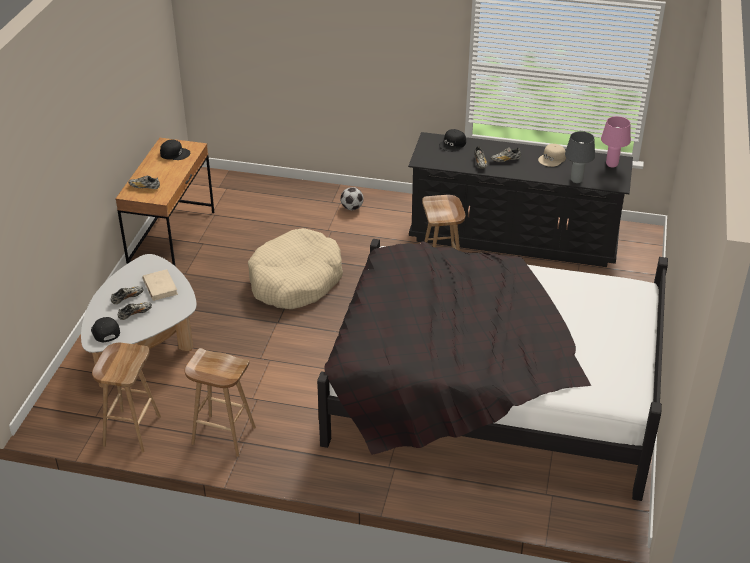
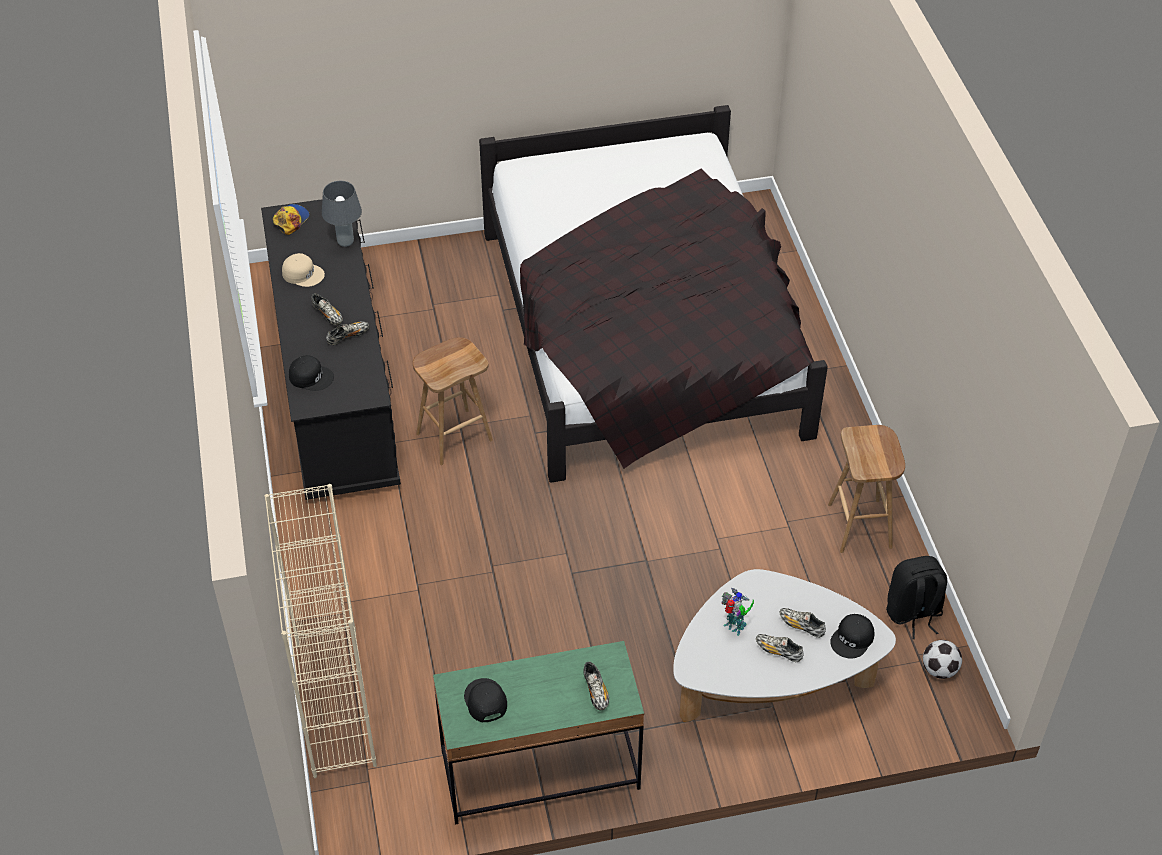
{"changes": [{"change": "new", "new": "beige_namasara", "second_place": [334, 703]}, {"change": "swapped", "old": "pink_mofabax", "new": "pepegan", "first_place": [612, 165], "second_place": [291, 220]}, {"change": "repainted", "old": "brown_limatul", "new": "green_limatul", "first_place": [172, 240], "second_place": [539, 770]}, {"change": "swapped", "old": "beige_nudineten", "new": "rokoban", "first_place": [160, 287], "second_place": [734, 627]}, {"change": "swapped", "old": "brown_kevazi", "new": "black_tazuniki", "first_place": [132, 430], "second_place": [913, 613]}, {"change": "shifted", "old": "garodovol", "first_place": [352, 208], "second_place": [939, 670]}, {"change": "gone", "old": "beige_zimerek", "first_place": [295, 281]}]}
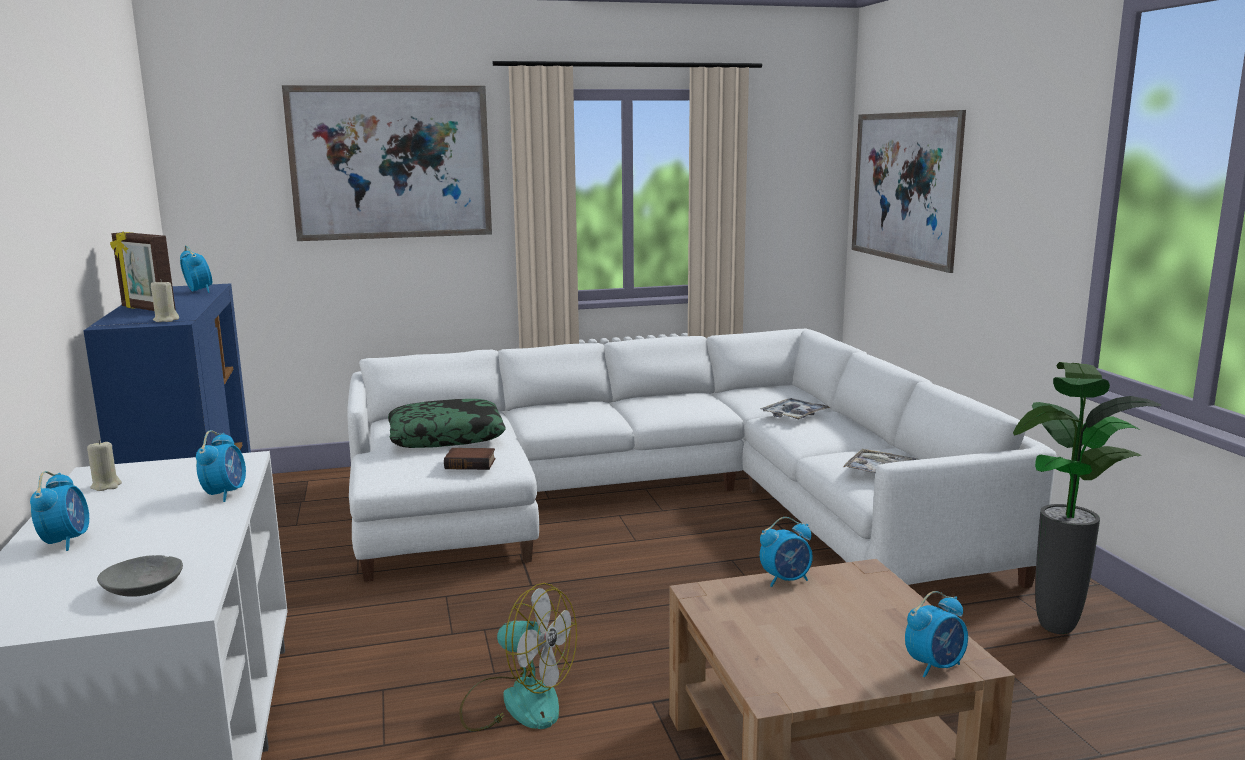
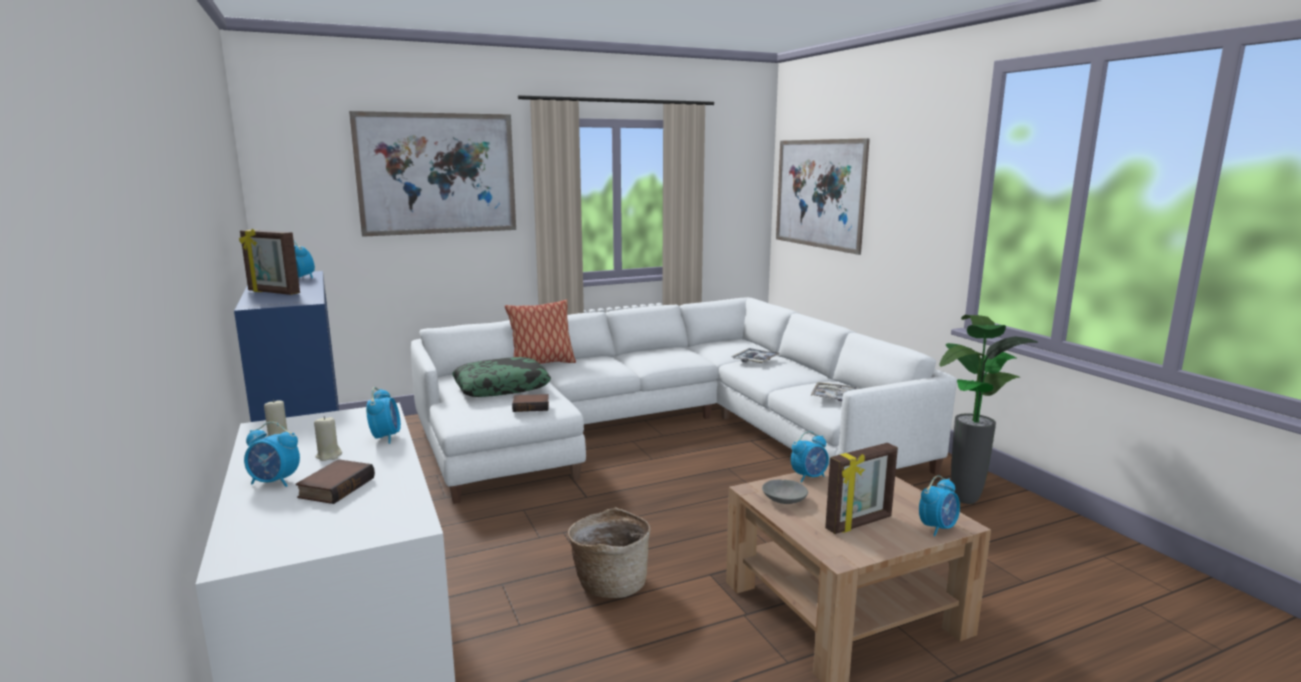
{"changes": [{"change": "rotated", "old": "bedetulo", "first_place": [66, 541], "second_place": [275, 482], "degrees": 120}, {"change": "new", "new": "nudineten", "second_place": [336, 487]}, {"change": "shifted", "old": "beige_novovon", "first_place": [166, 320], "second_place": [329, 455]}, {"change": "new", "new": "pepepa", "second_place": [542, 364]}, {"change": "swapped", "old": "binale", "new": "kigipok", "first_place": [517, 701], "second_place": [610, 583]}, {"change": "shifted", "old": "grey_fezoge", "first_place": [144, 588], "second_place": [784, 499]}, {"change": "new", "new": "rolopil", "second_place": [859, 524]}]}
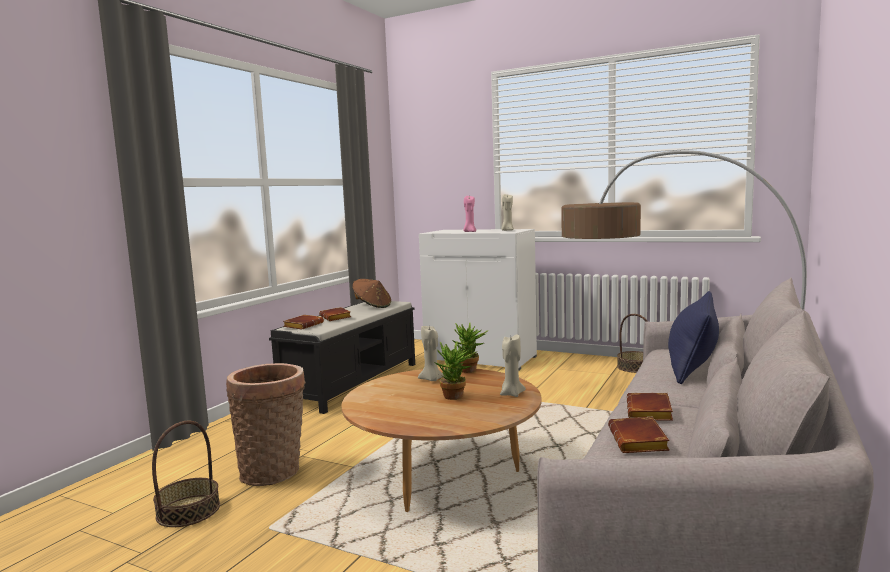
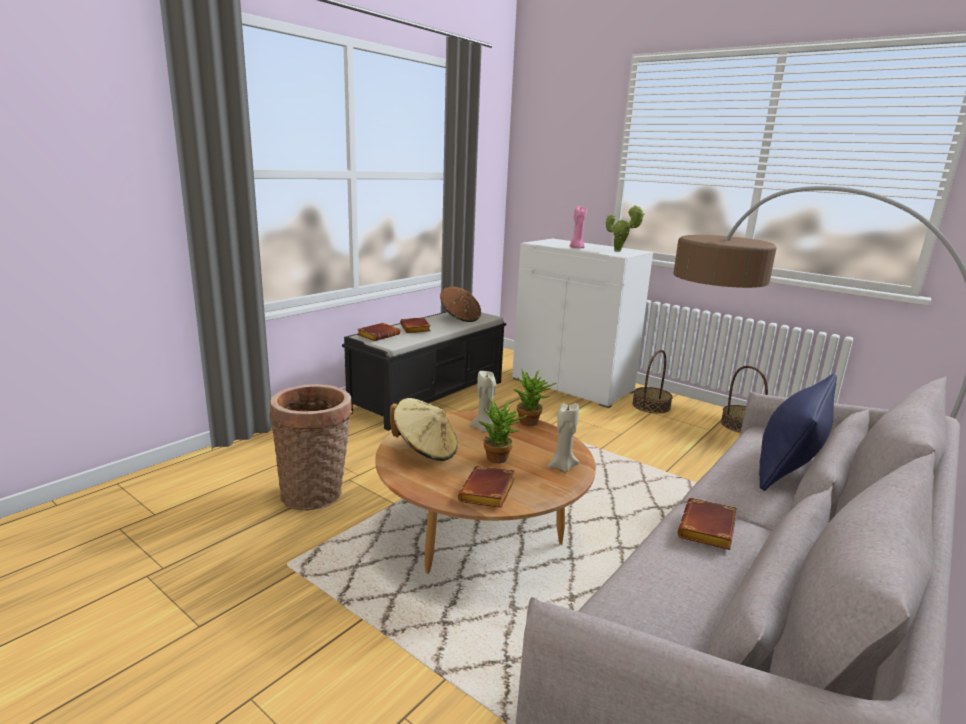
{"changes": [{"change": "new", "new": "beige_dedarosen", "second_place": [425, 450]}, {"change": "shifted", "old": "brown_nudineten", "first_place": [640, 442], "second_place": [488, 493]}, {"change": "swapped", "old": "beige_novovon", "new": "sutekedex", "first_place": [507, 230], "second_place": [619, 251]}, {"change": "shifted", "old": "kigipok", "first_place": [188, 511], "second_place": [651, 406]}]}
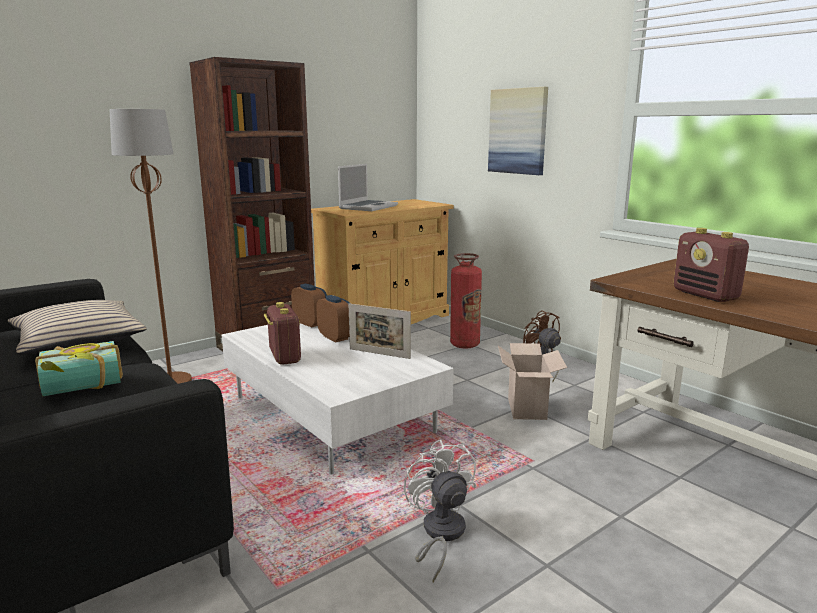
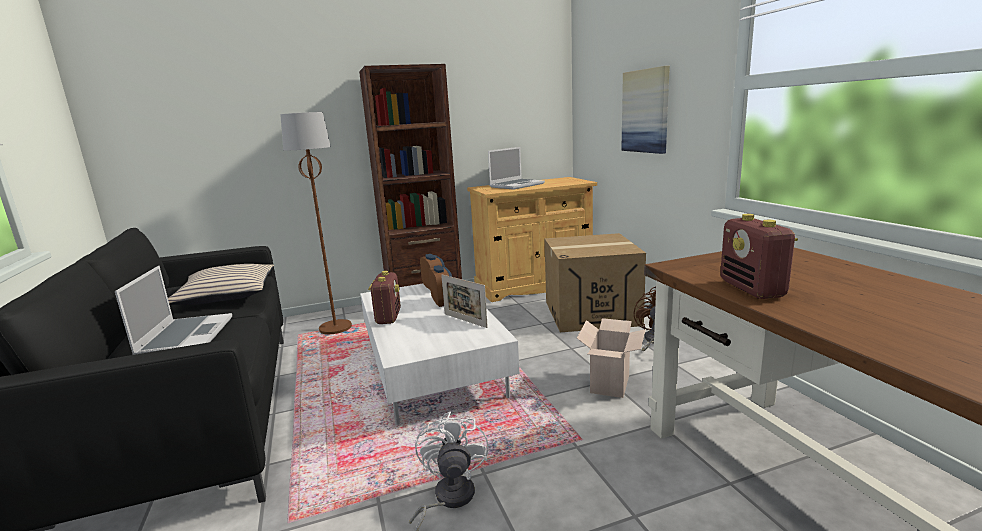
{"changes": [{"change": "swapped", "old": "nudineten", "new": "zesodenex", "first_place": [82, 389], "second_place": [185, 336]}, {"change": "swapped", "old": "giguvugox", "new": "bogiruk", "first_place": [464, 344], "second_place": [591, 313]}]}
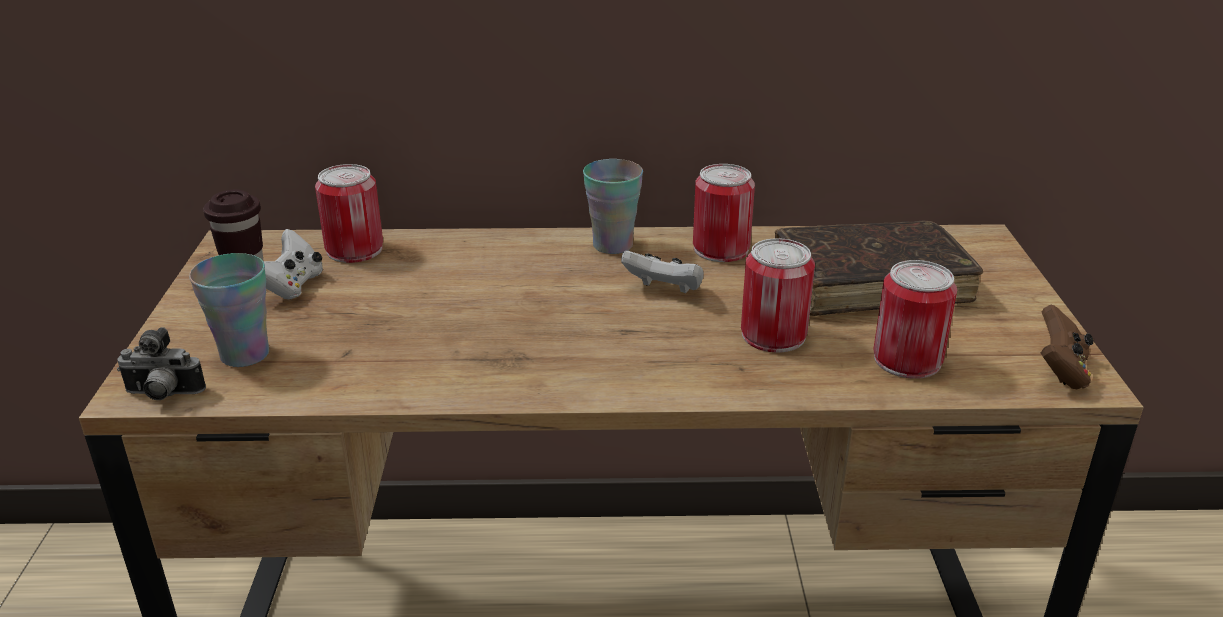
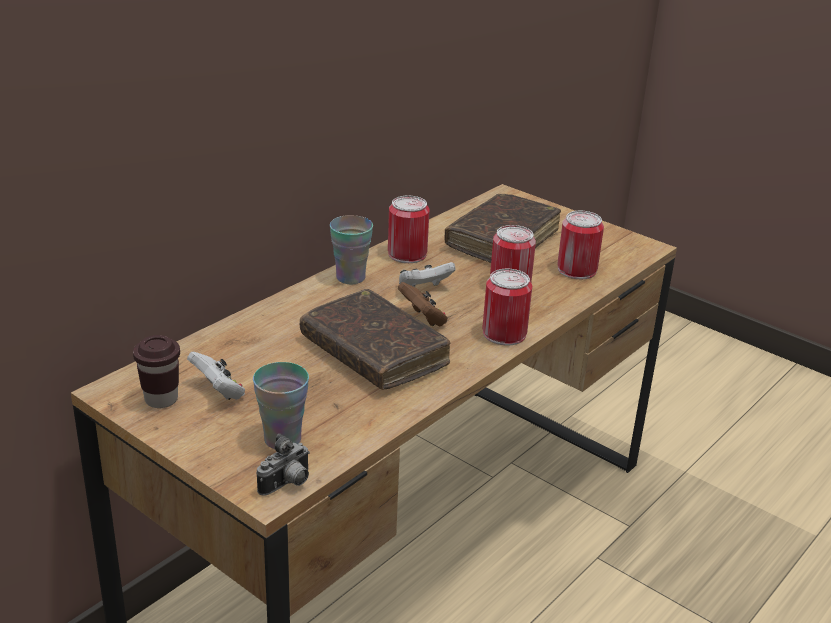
{"changes": [{"change": "new", "new": "brown_nudineten", "second_place": [374, 352]}, {"change": "shifted", "old": "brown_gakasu", "first_place": [1060, 371], "second_place": [423, 319]}, {"change": "shifted", "old": "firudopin", "first_place": [354, 249], "second_place": [504, 333]}]}
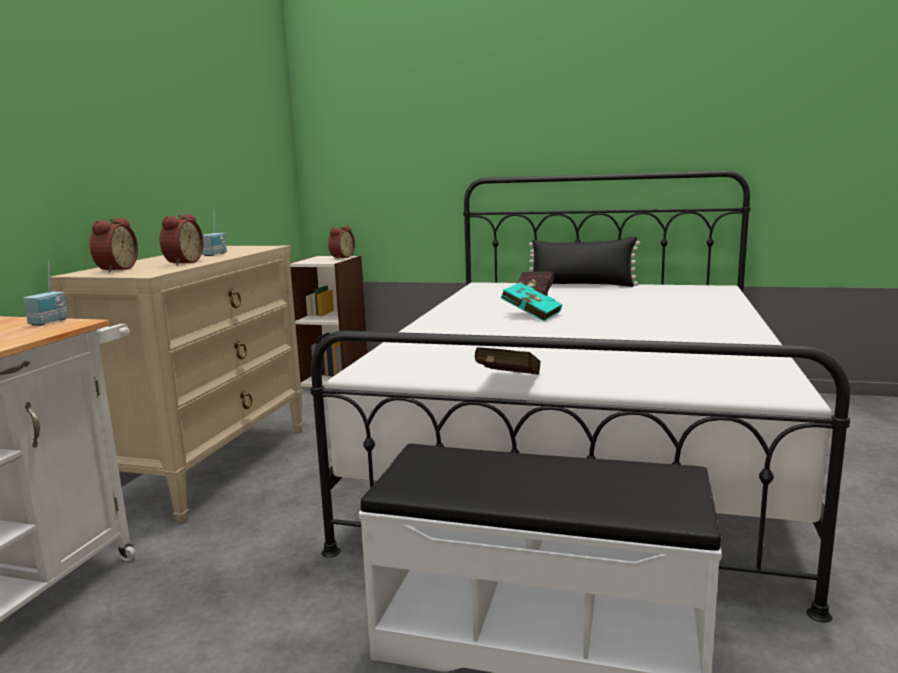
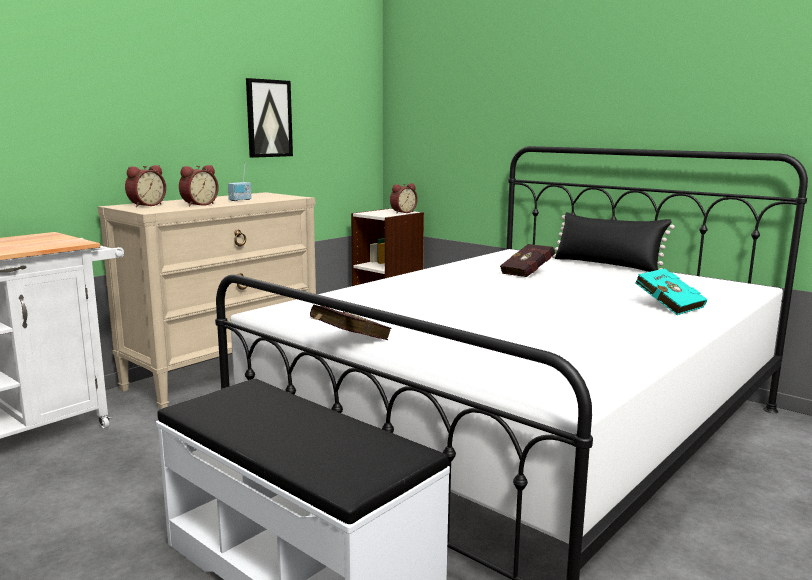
{"changes": [{"change": "new", "new": "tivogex", "second_place": [268, 118]}, {"change": "shifted", "old": "turquoise_nudineten", "first_place": [529, 315], "second_place": [667, 306]}, {"change": "gone", "old": "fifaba", "first_place": [50, 322]}]}
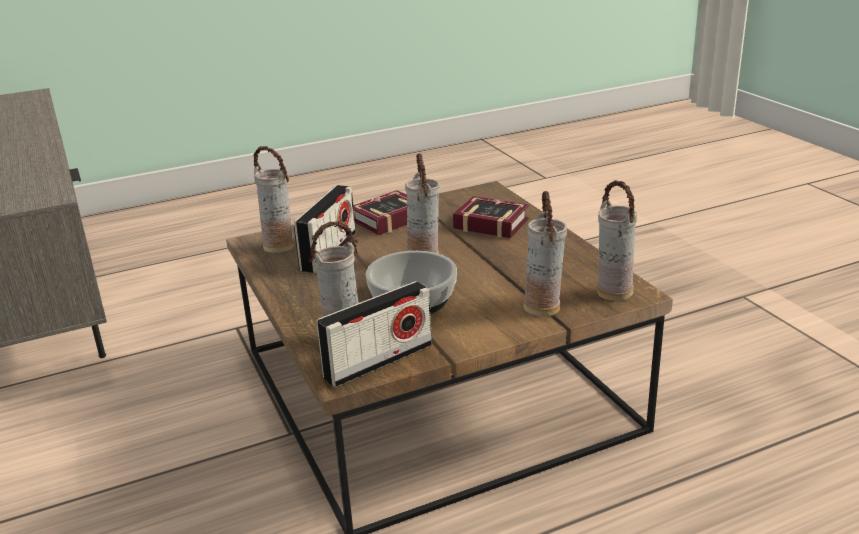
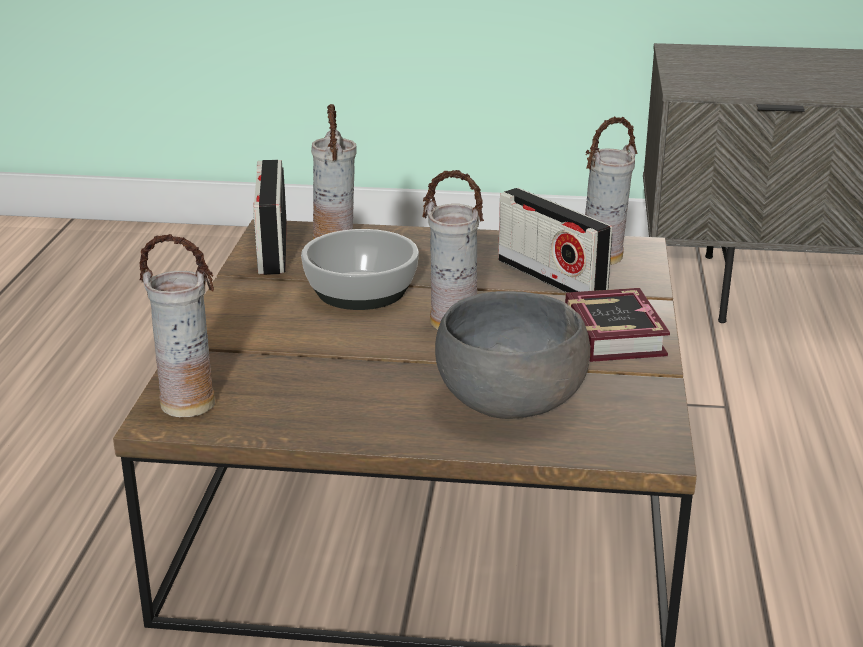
{"changes": [{"change": "swapped", "old": "nudineten", "new": "grey_fezoge", "first_place": [489, 223], "second_place": [511, 401]}, {"change": "gone", "old": "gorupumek", "first_place": [543, 308]}]}
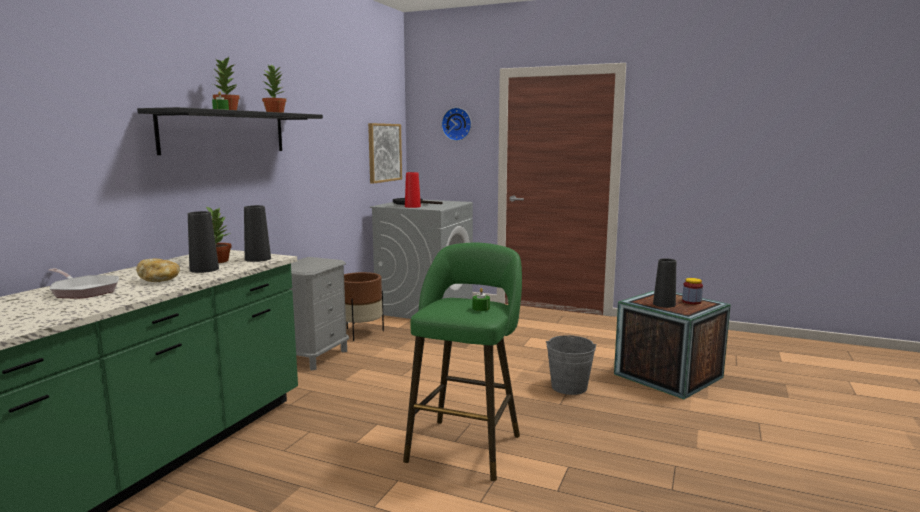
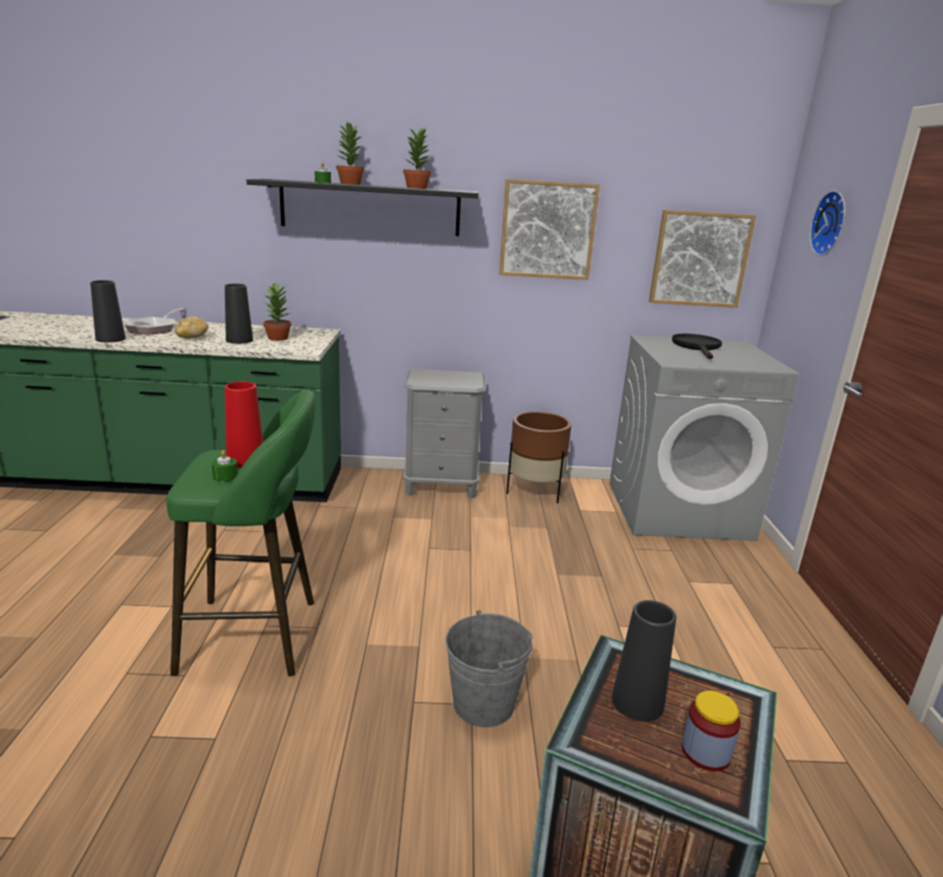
{"changes": [{"change": "shifted", "old": "black_gorupumek", "first_place": [258, 259], "second_place": [110, 339]}, {"change": "shifted", "old": "red_gorupumek", "first_place": [412, 206], "second_place": [246, 460]}, {"change": "new", "new": "tivogex", "second_place": [547, 230]}]}
